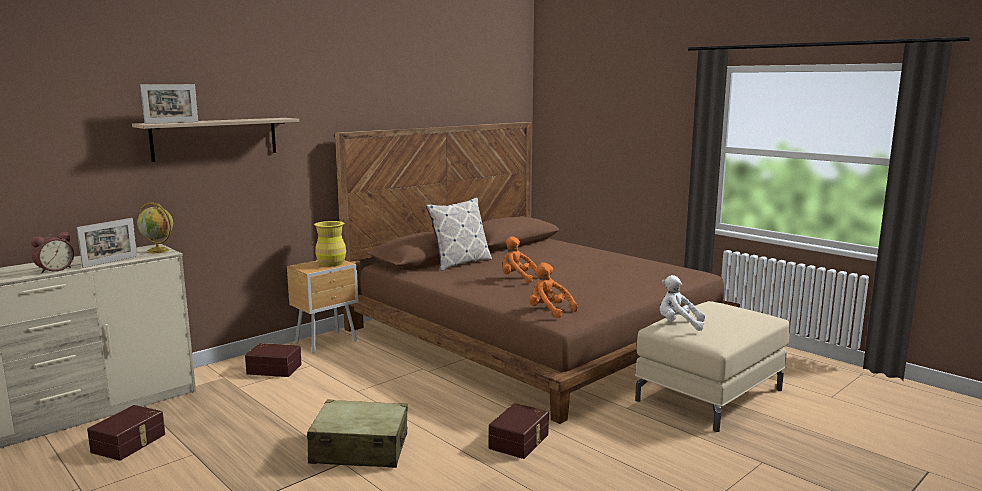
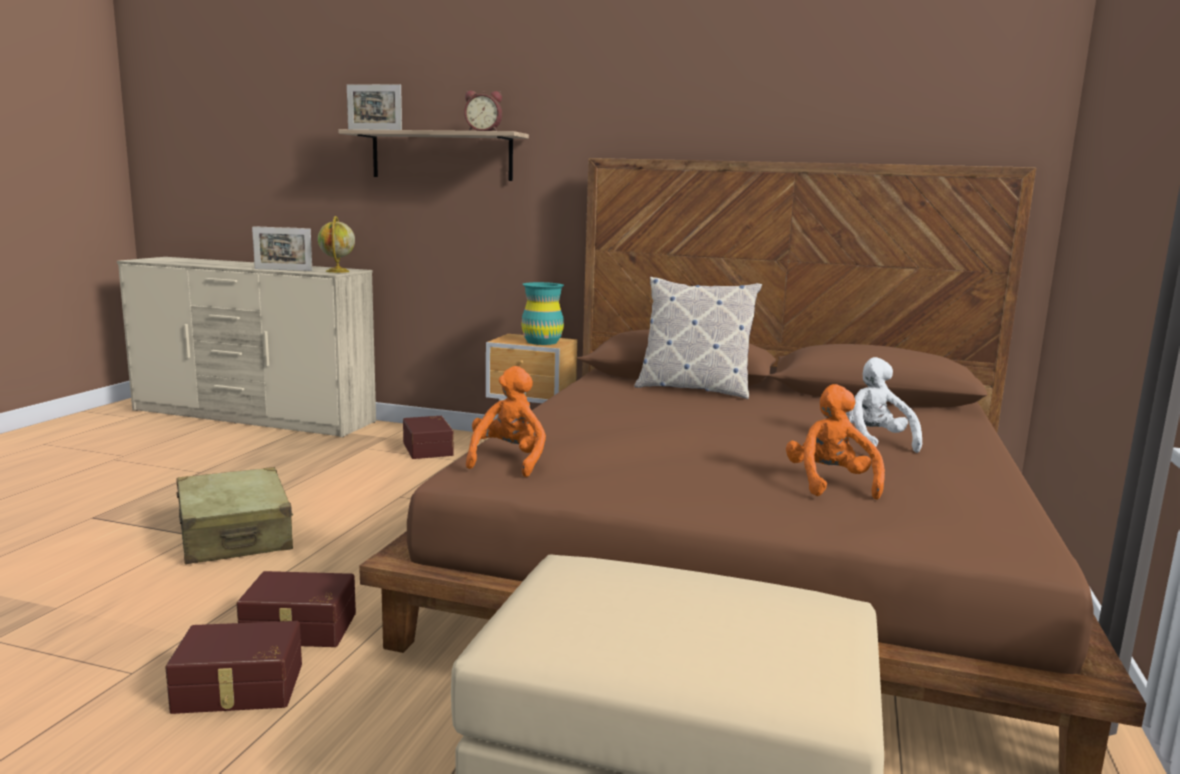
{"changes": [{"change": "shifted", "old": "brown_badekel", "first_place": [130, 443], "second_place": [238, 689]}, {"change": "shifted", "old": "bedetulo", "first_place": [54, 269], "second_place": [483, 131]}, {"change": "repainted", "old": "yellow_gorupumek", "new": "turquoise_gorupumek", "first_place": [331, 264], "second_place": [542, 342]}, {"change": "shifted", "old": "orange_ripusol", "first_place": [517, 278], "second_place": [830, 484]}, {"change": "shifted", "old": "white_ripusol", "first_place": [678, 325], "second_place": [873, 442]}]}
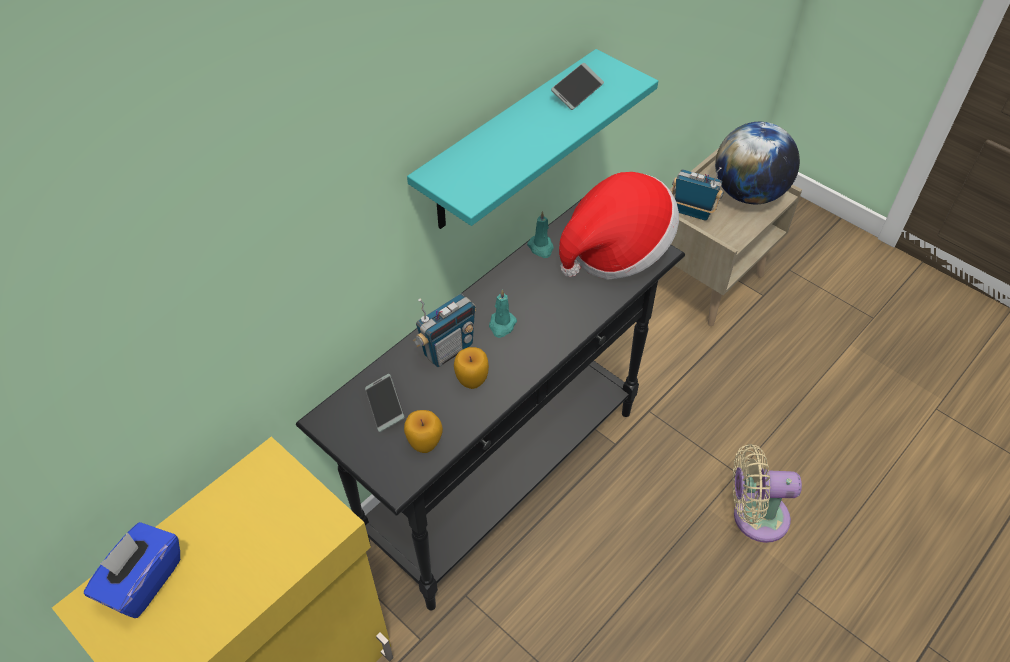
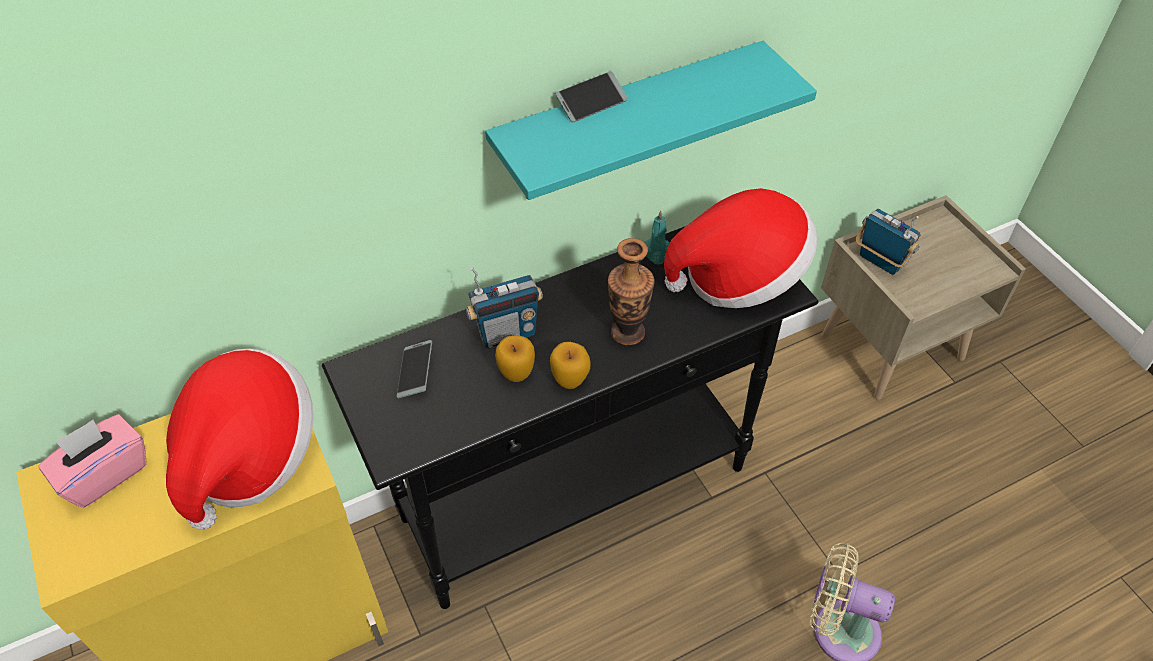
{"changes": [{"change": "repainted", "old": "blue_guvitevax", "new": "pink_guvitevax", "first_place": [142, 581], "second_place": [105, 473]}, {"change": "new", "new": "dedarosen", "second_place": [248, 456]}, {"change": "shifted", "old": "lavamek", "first_place": [424, 444], "second_place": [570, 380]}, {"change": "shifted", "old": "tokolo", "first_place": [577, 91], "second_place": [591, 103]}, {"change": "new", "new": "gorupumek", "second_place": [627, 332]}, {"change": "gone", "old": "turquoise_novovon", "first_place": [502, 325]}, {"change": "gone", "old": "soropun", "first_place": [748, 193]}]}
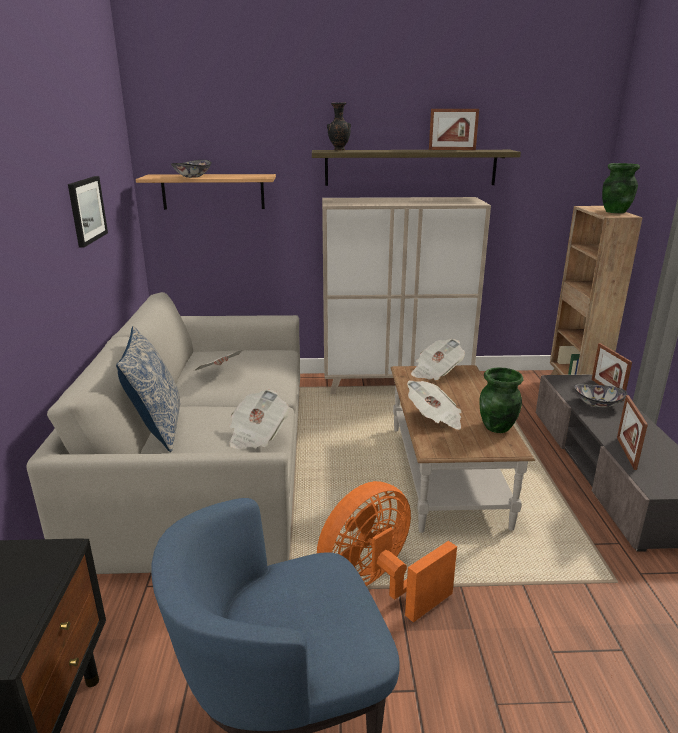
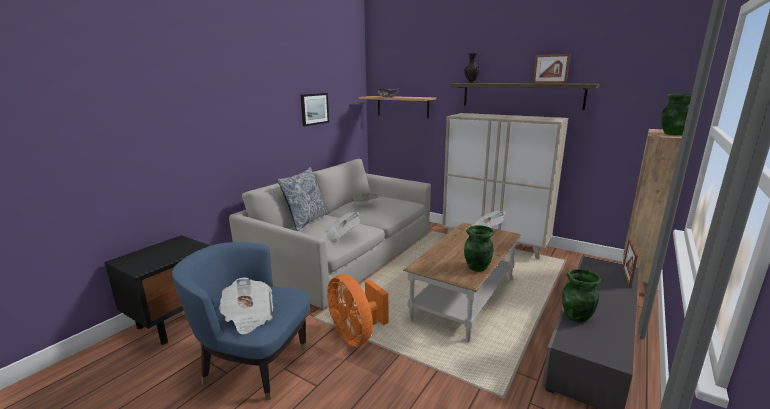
{"changes": [{"change": "shifted", "old": "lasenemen", "first_place": [435, 418], "second_place": [248, 317]}, {"change": "rotated", "old": "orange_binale", "first_place": [377, 586], "second_place": [356, 334], "degrees": -120}, {"change": "swapped", "old": "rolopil", "new": "green_gorupumek", "first_place": [626, 453], "second_place": [577, 317]}, {"change": "gone", "old": "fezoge", "first_place": [597, 404]}]}
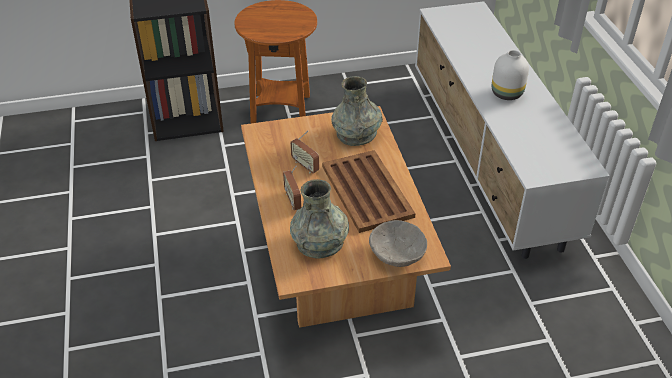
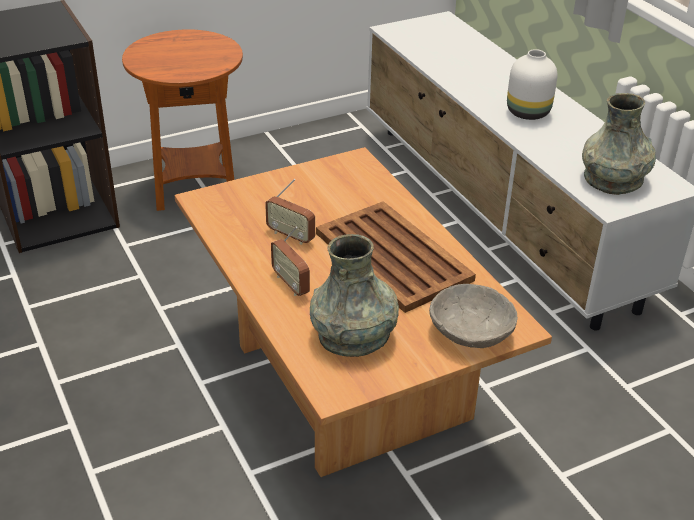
{"changes": [{"change": "shifted", "old": "grey_gorupumek", "first_place": [356, 133], "second_place": [613, 179]}]}
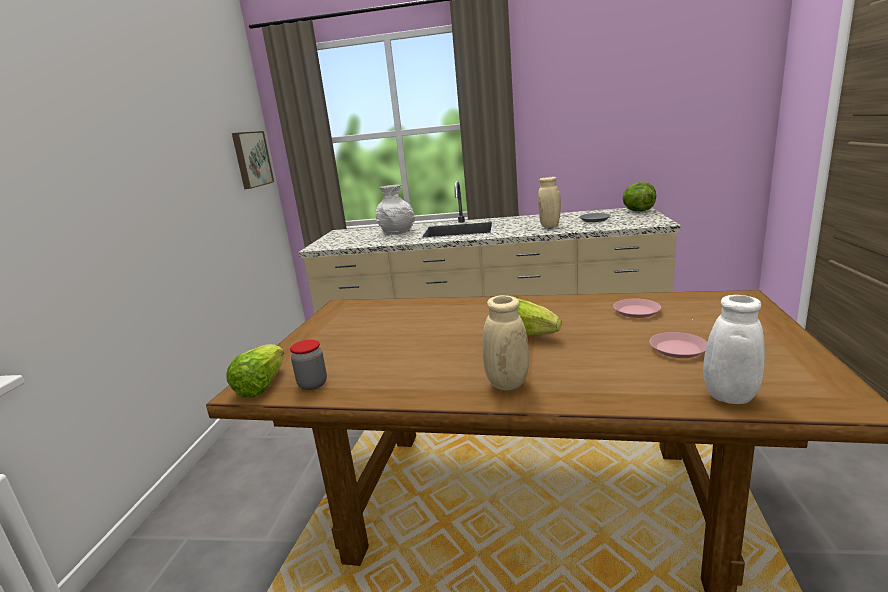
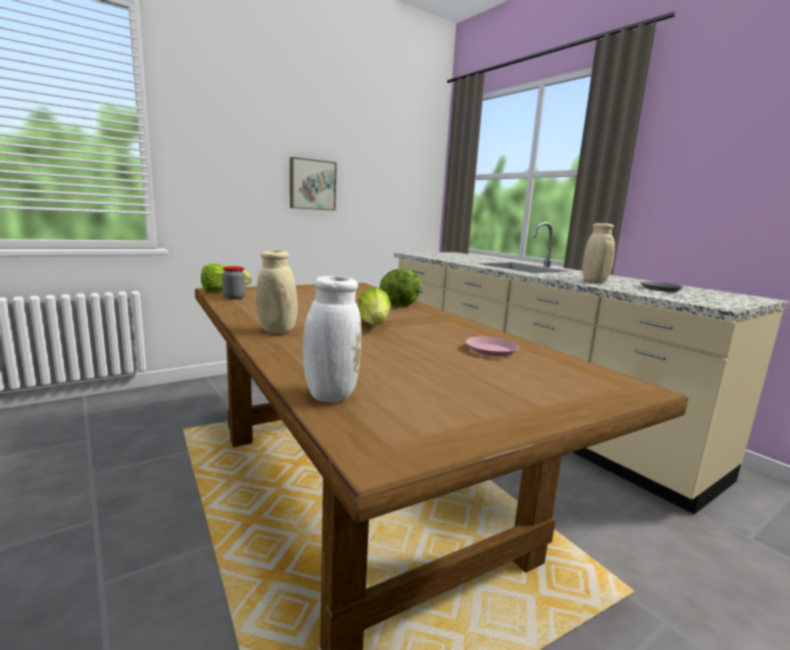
{"changes": [{"change": "shifted", "old": "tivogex", "first_place": [251, 159], "second_place": [312, 184]}, {"change": "shifted", "old": "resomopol", "first_place": [637, 211], "second_place": [399, 305]}, {"change": "gone", "old": "white_gorupumek", "first_place": [397, 232]}, {"change": "gone", "old": "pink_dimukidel", "first_place": [677, 349]}]}
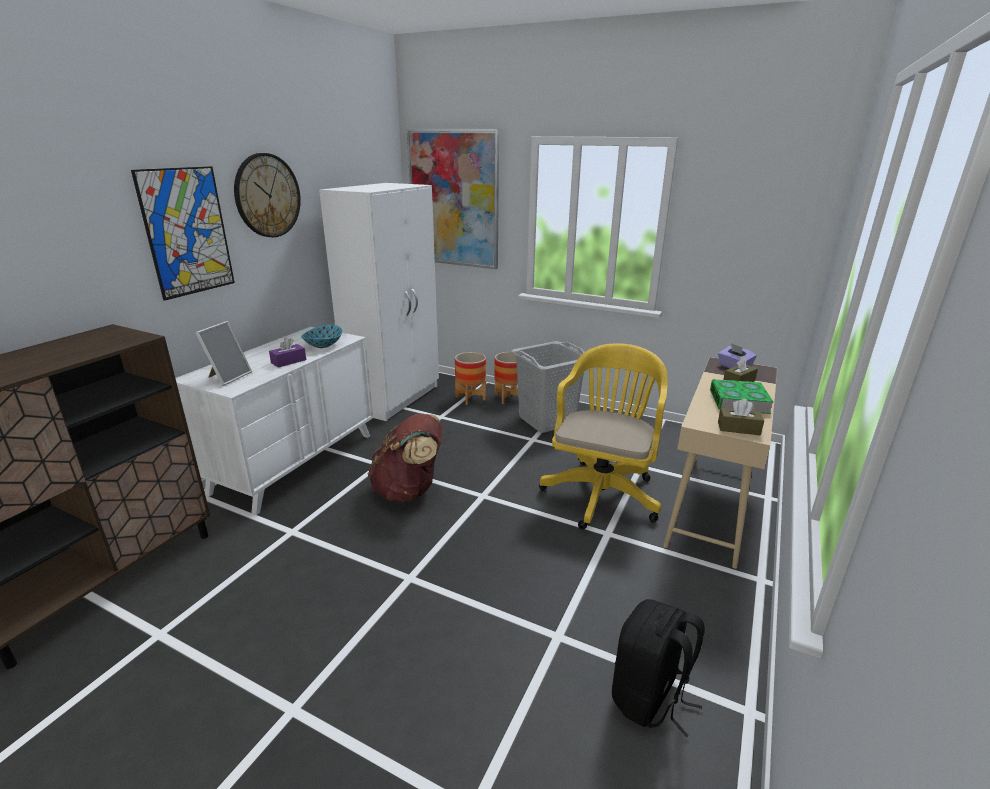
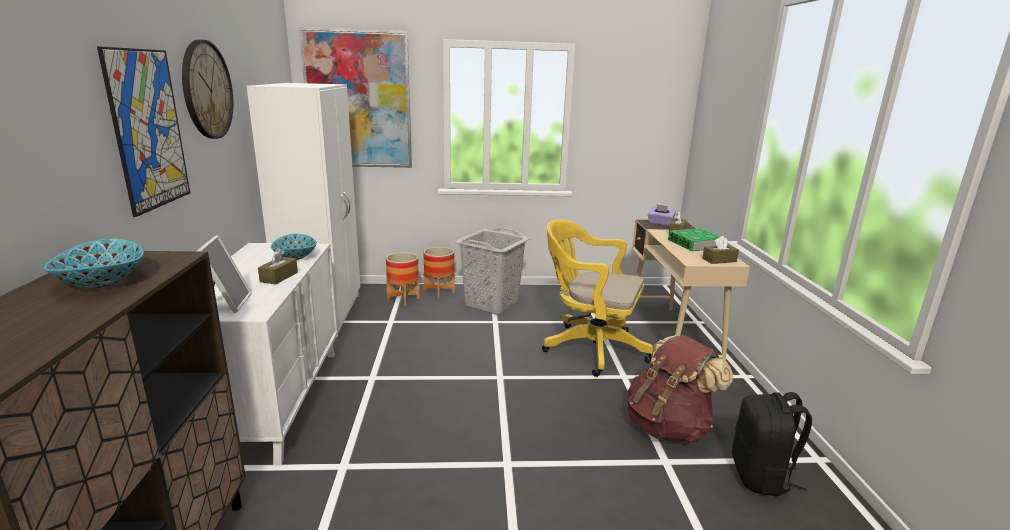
{"changes": [{"change": "new", "new": "fezoge", "second_place": [103, 282]}, {"change": "repainted", "old": "purple_guvitevax", "new": "brown_guvitevax", "first_place": [288, 361], "second_place": [279, 277]}, {"change": "rotated", "old": "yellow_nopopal", "first_place": [602, 491], "second_place": [589, 347], "degrees": -60}, {"change": "shifted", "old": "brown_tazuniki", "first_place": [409, 490], "second_place": [668, 427]}]}
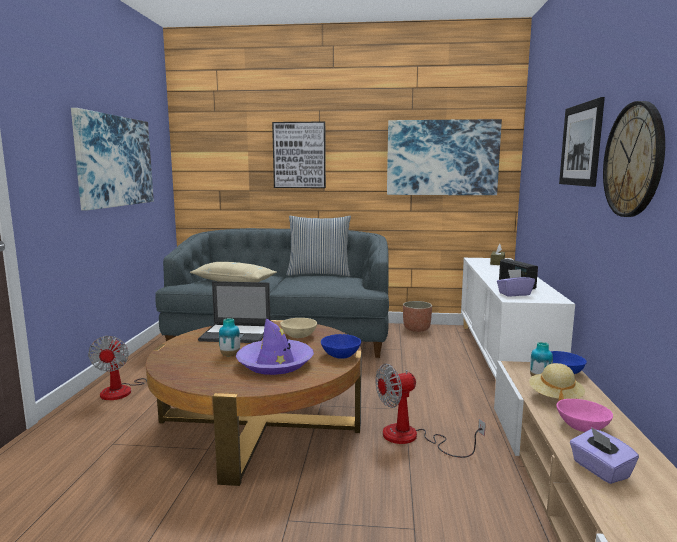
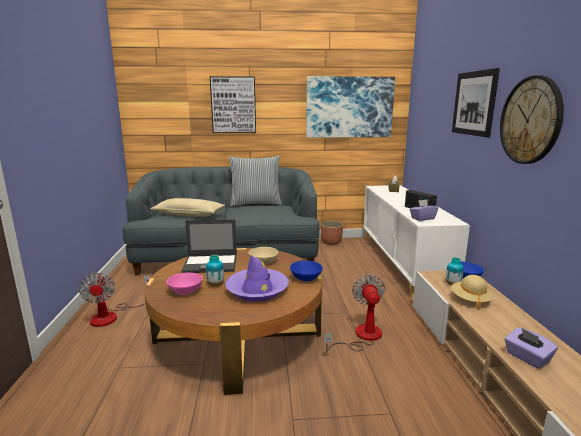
{"changes": [{"change": "shifted", "old": "pink_fezoge", "first_place": [582, 427], "second_place": [185, 291]}, {"change": "rotated", "old": "binale", "first_place": [412, 438], "second_place": [361, 337], "degrees": 120}, {"change": "gone", "old": "tivogex", "first_place": [115, 161]}]}
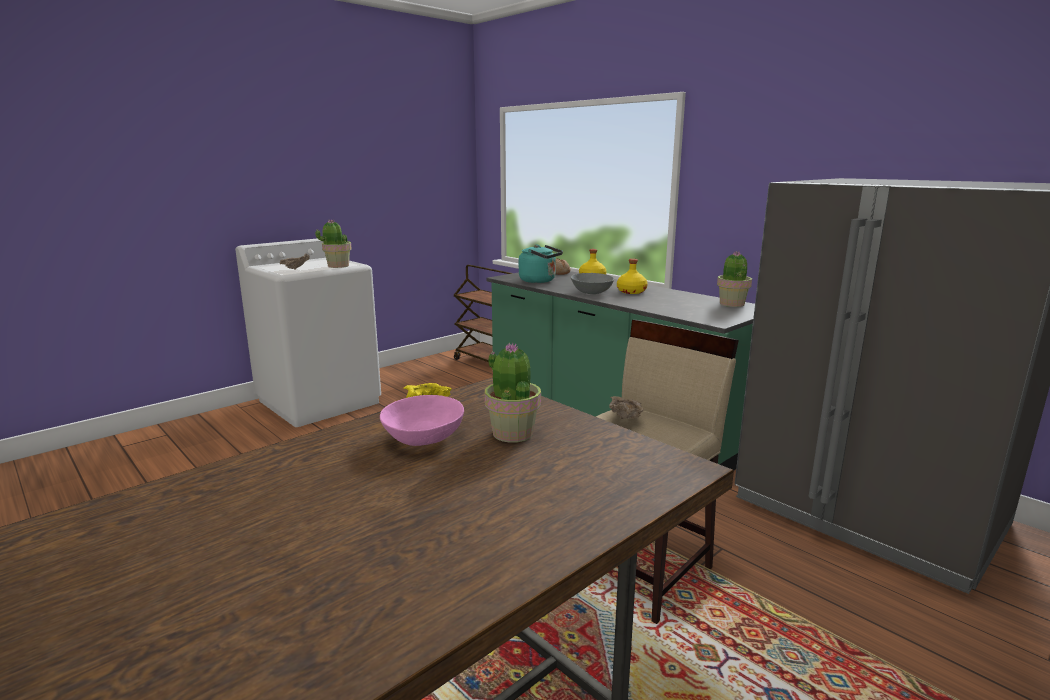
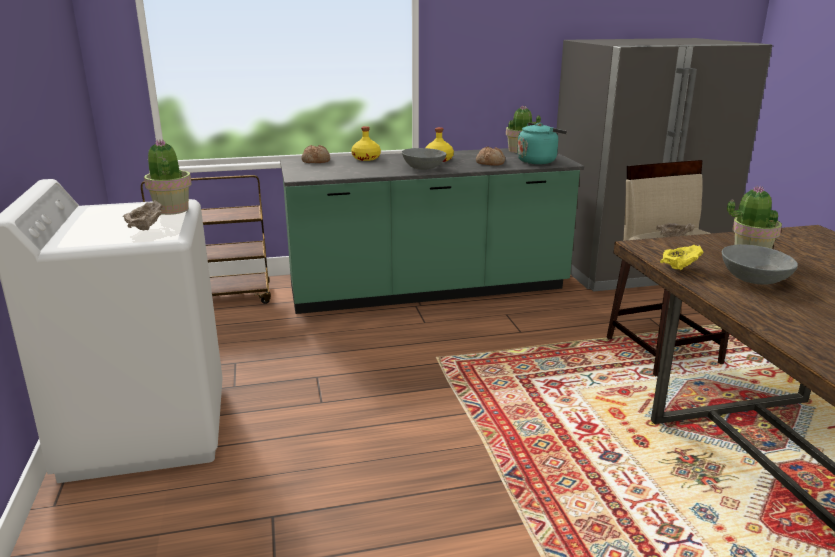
{"changes": [{"change": "new", "new": "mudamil", "second_place": [490, 163]}, {"change": "shifted", "old": "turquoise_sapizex", "first_place": [539, 281], "second_place": [538, 161]}, {"change": "repainted", "old": "pink_fezoge", "new": "grey_fezoge", "first_place": [423, 438], "second_place": [753, 279]}]}
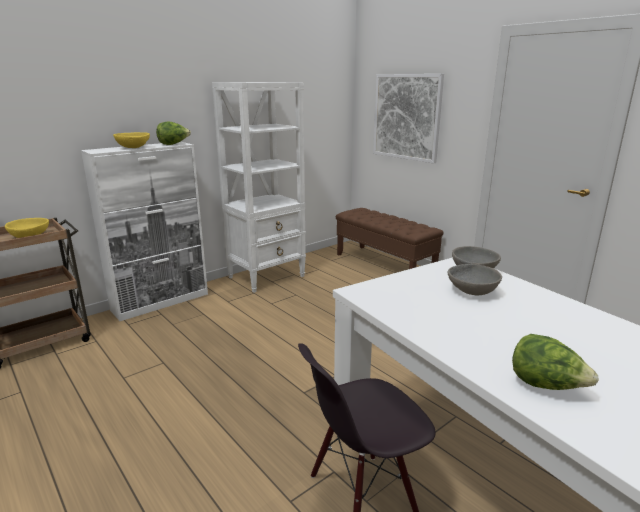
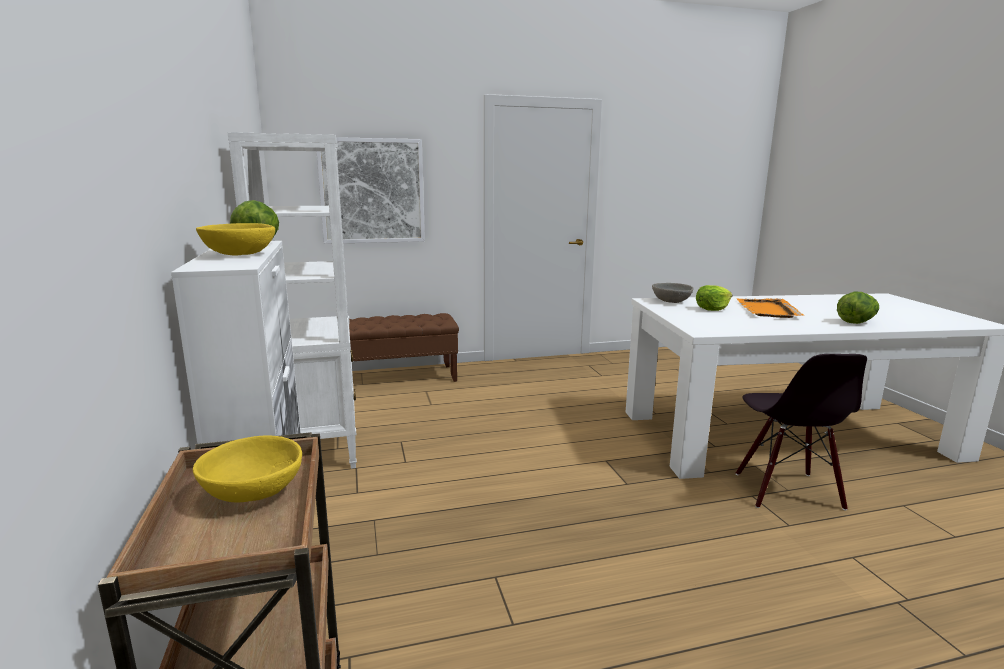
{"changes": [{"change": "swapped", "old": "grey_fezoge", "new": "resomopol", "first_place": [471, 291], "second_place": [712, 309]}, {"change": "new", "new": "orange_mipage", "second_place": [767, 310]}]}
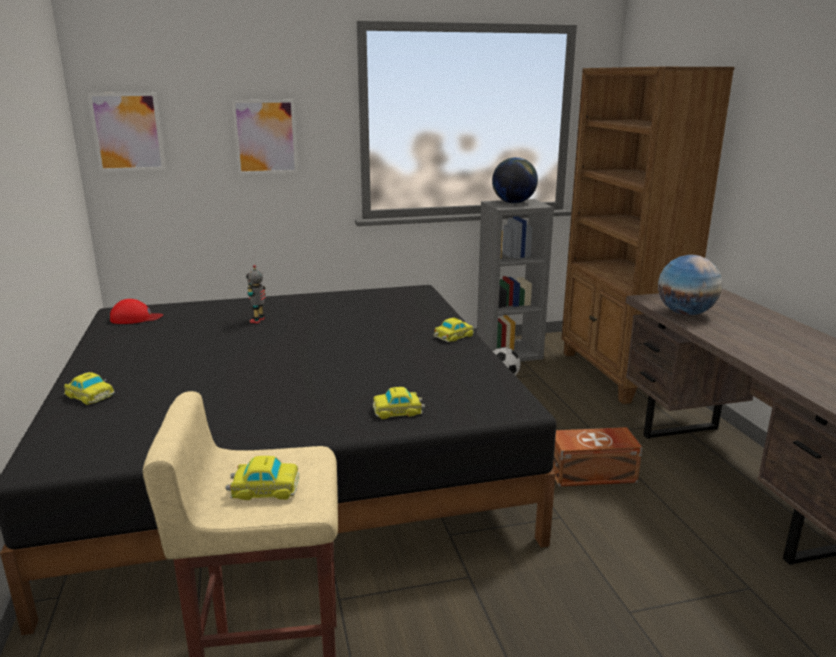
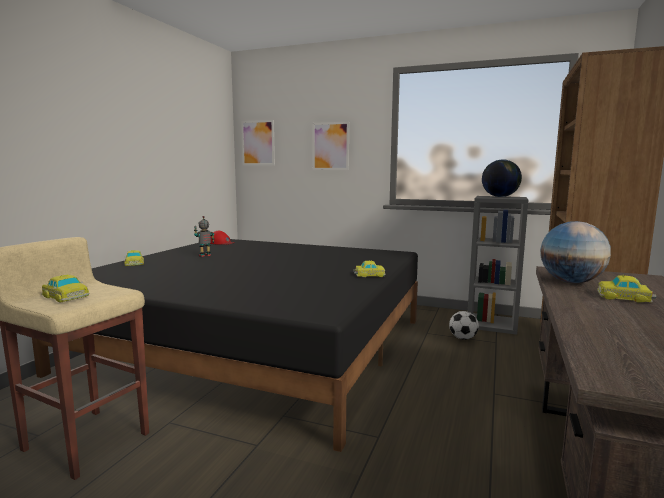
{"changes": [{"change": "shifted", "old": "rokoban", "first_place": [258, 320], "second_place": [205, 256]}, {"change": "shifted", "old": "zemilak", "first_place": [398, 411], "second_place": [624, 297]}, {"change": "gone", "old": "brown_badekel", "first_place": [593, 474]}]}
